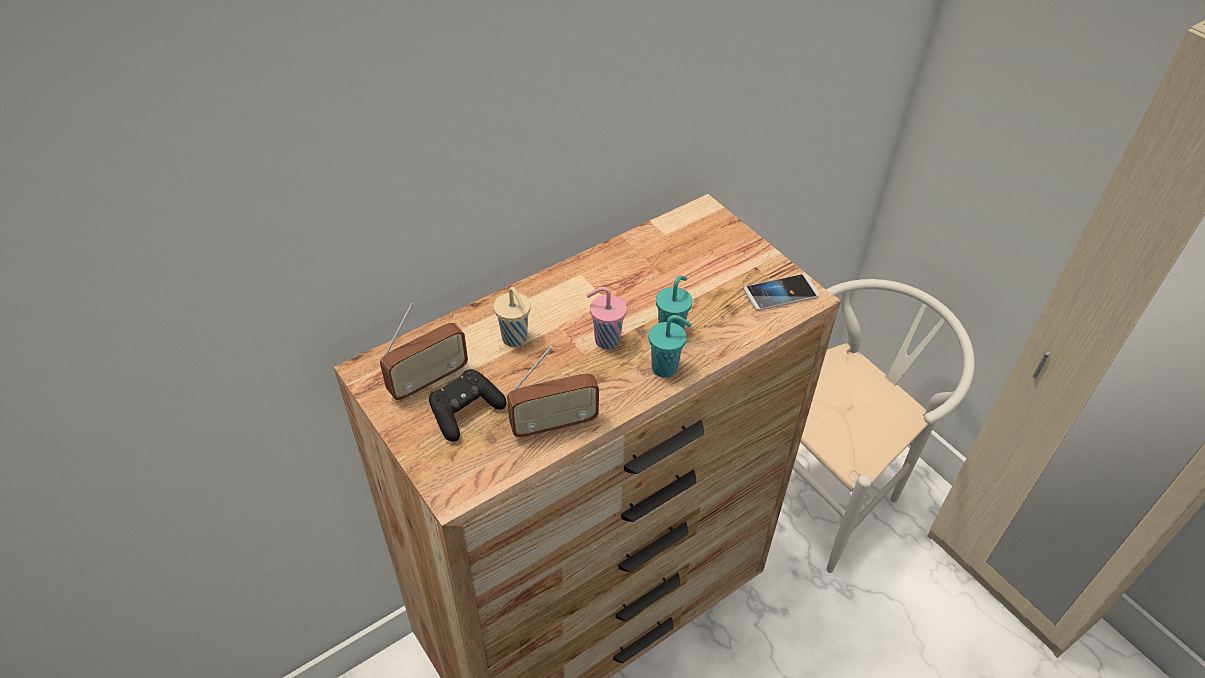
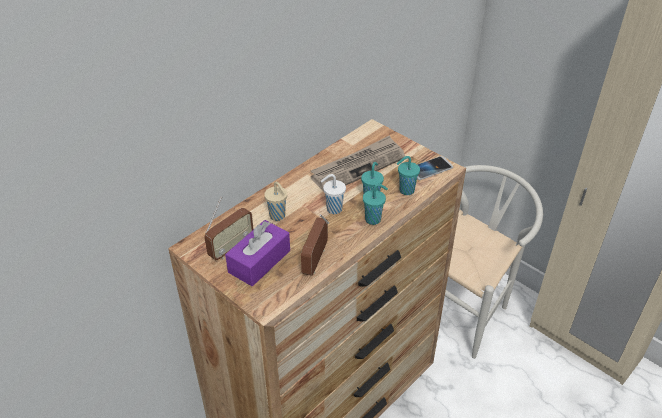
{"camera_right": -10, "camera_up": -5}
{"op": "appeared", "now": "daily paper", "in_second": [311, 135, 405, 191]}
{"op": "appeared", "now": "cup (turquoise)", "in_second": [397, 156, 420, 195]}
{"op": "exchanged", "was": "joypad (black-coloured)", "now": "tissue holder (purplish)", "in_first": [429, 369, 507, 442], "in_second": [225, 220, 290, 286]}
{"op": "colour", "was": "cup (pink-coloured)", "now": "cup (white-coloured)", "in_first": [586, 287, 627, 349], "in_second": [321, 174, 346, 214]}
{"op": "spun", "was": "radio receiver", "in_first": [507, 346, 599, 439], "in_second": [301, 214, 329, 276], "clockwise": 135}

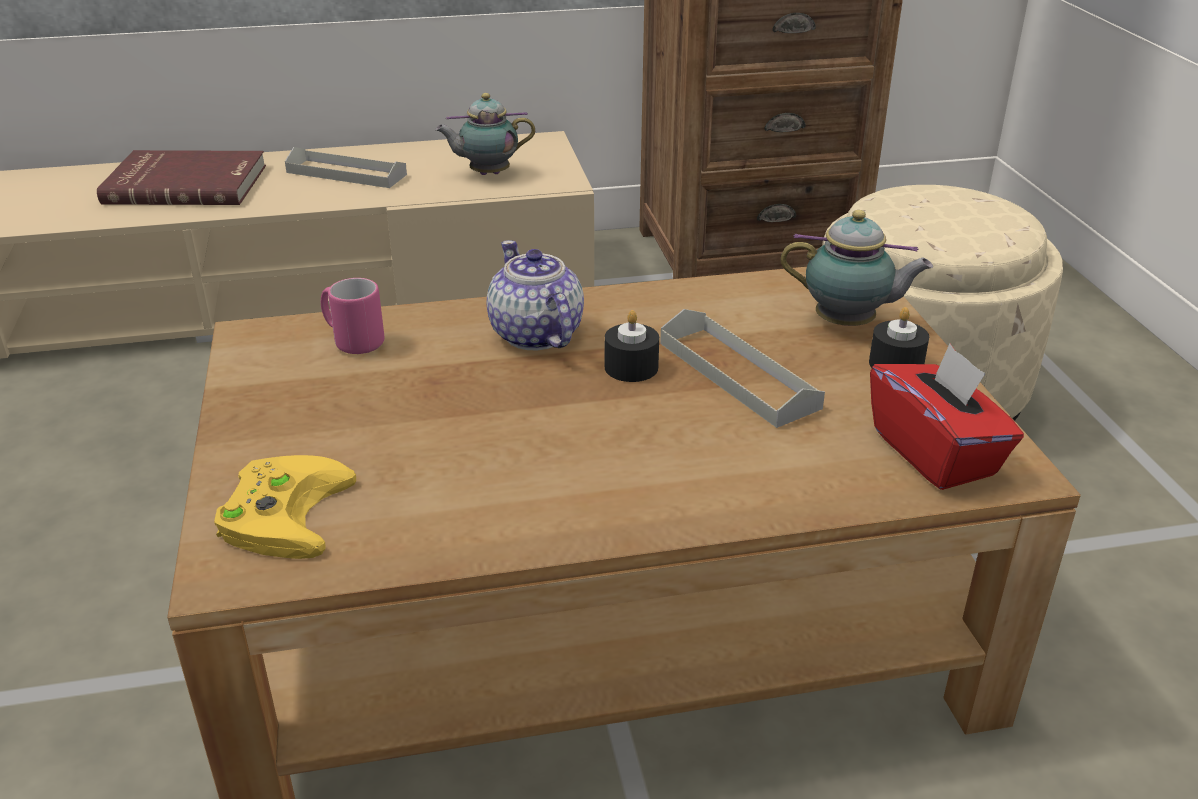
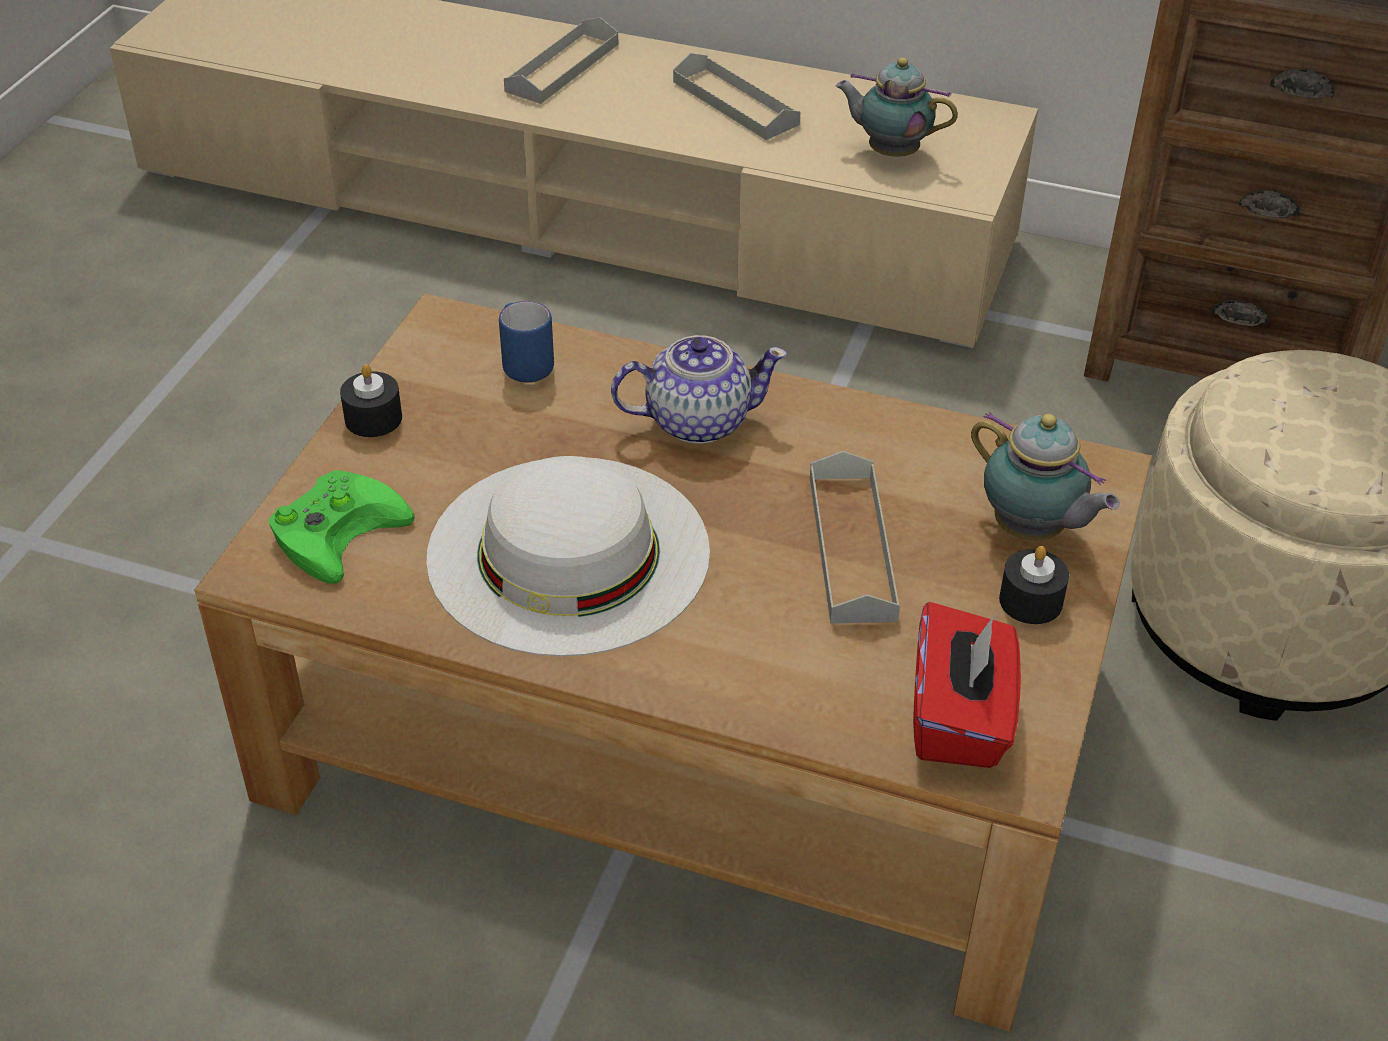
{"camera_right": 30, "camera_up": 10}
{"op": "appeared", "now": "hat (white-coloured)", "in_second": [426, 456, 710, 657]}
{"op": "relocated", "was": "candle (black-coloured)", "in_first": [605, 310, 659, 382], "in_second": [340, 364, 402, 437]}
{"op": "exchanged", "was": "volume (red-coloured)", "now": "serving tray (greyish)", "in_first": [97, 150, 266, 205], "in_second": [504, 17, 618, 104]}
{"op": "colour", "was": "joypad (yellowish)", "now": "joypad (greenish)", "in_first": [214, 455, 356, 559], "in_second": [268, 470, 415, 584]}
{"op": "colour", "was": "coffee mug (pink-coloured)", "now": "coffee mug (bluish)", "in_first": [321, 278, 384, 354], "in_second": [499, 301, 554, 382]}
{"op": "spun", "was": "tea pot", "in_first": [487, 240, 584, 350], "in_second": [611, 335, 787, 444], "clockwise": 75}

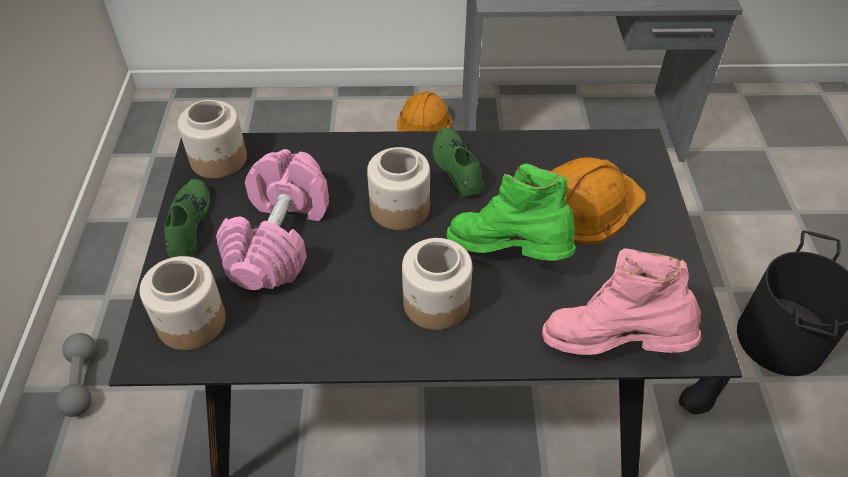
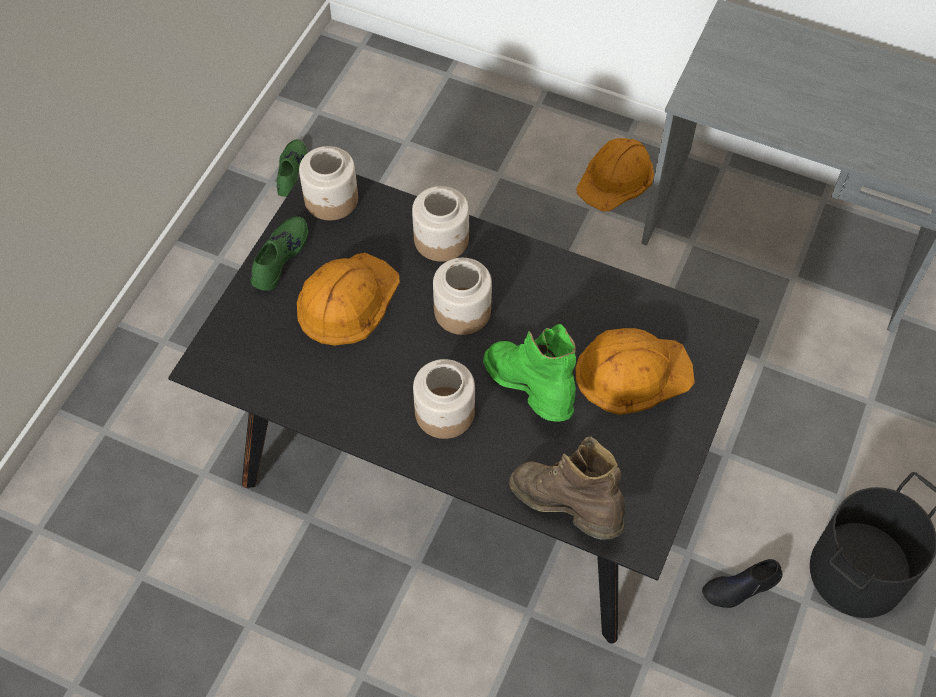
{"camera_right": 25, "camera_up": 10}
{"op": "missing", "was": "free weight (greyish)", "in_first": [56, 333, 96, 417]}
{"op": "relocated", "was": "storage jar", "in_first": [140, 256, 226, 350], "in_second": [412, 186, 469, 262]}
{"op": "relocated", "was": "item of footwear (greenish)", "in_first": [433, 128, 483, 196], "in_second": [277, 139, 307, 197]}
{"op": "exchanged", "was": "free weight (pink-coloured)", "now": "work helmet (orangey)", "in_first": [216, 149, 329, 290], "in_second": [297, 253, 400, 346]}
{"op": "colour", "was": "boot (pink-coloured)", "now": "boot (brown)", "in_first": [542, 248, 701, 355], "in_second": [509, 437, 625, 540]}

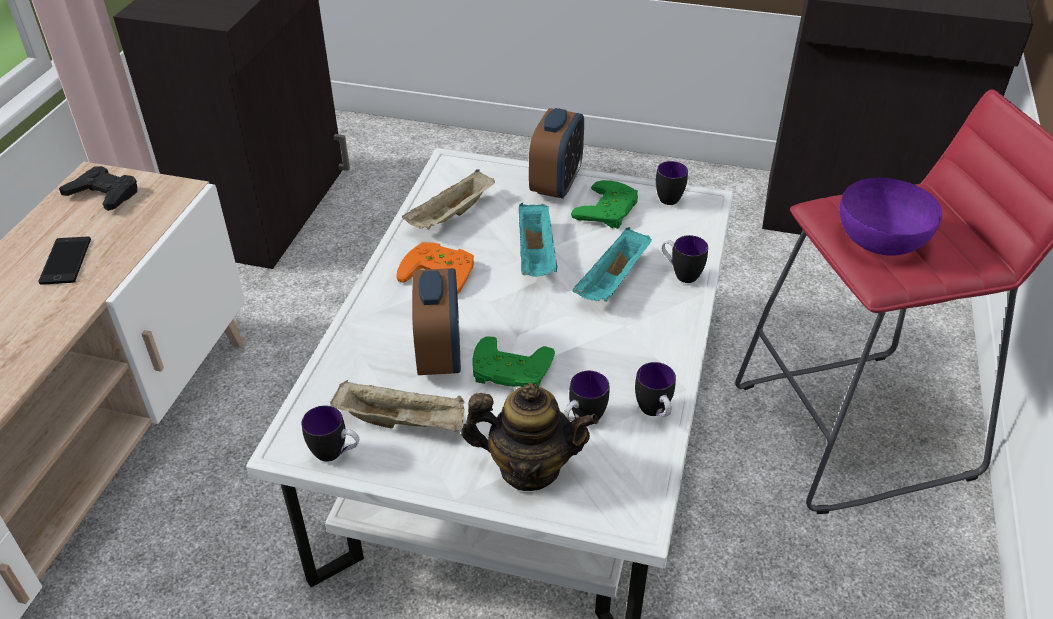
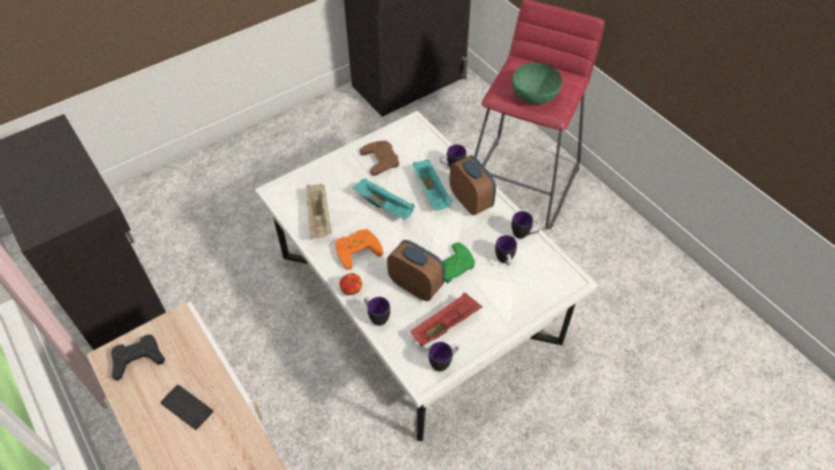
{"camera_right": -50, "camera_up": 10}
{"op": "missing", "was": "tea pot", "in_first": [461, 383, 599, 491]}
{"op": "appeared", "now": "whole apple", "in_second": [339, 273, 362, 295]}
{"op": "relocated", "was": "alarm clock", "in_first": [529, 108, 584, 199], "in_second": [449, 155, 496, 215]}
{"op": "relocated", "was": "coffee mug", "in_first": [656, 161, 688, 205], "in_second": [364, 297, 390, 326]}
{"op": "colour", "was": "serving tray (sand-coloured)", "now": "serving tray (red-coloured)", "in_first": [330, 380, 465, 432], "in_second": [411, 293, 482, 346]}
{"op": "colour", "was": "joypad (greenish)", "now": "joypad (brown)", "in_first": [571, 180, 638, 229], "in_second": [360, 141, 399, 176]}
{"op": "colour", "was": "deep dish (purplish)", "now": "deep dish (greenish)", "in_first": [840, 178, 942, 256], "in_second": [512, 63, 562, 105]}

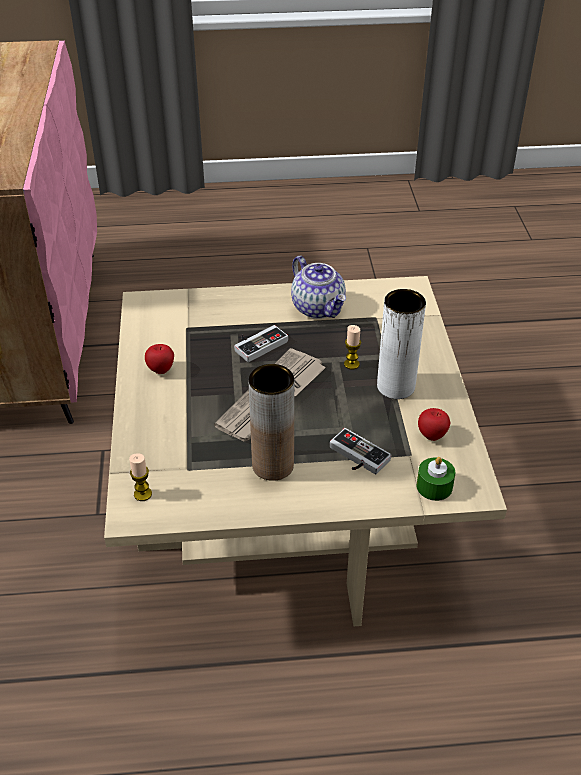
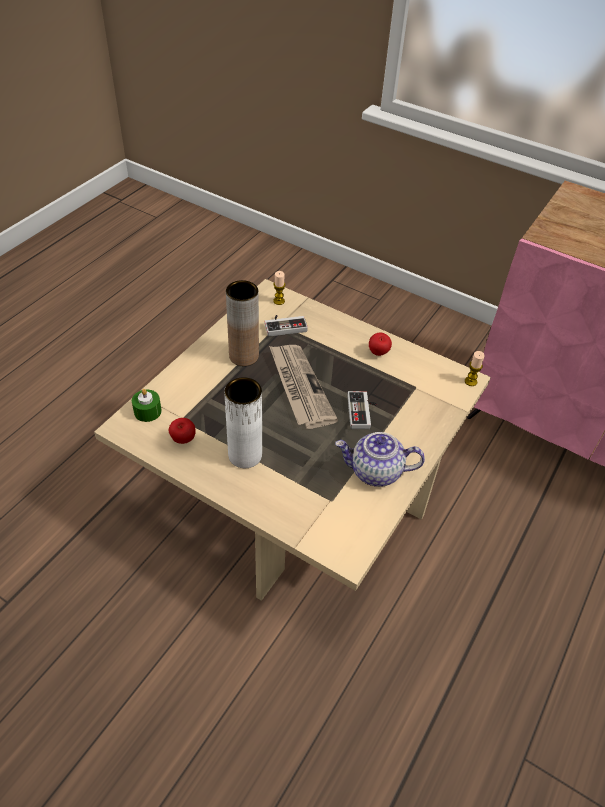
{"camera_right": 125, "camera_up": 5}
{"op": "relocated", "was": "joypad", "in_first": [330, 428, 391, 474], "in_second": [265, 315, 308, 336]}
{"op": "relocated", "was": "candle", "in_first": [344, 325, 361, 370], "in_second": [465, 351, 485, 386]}

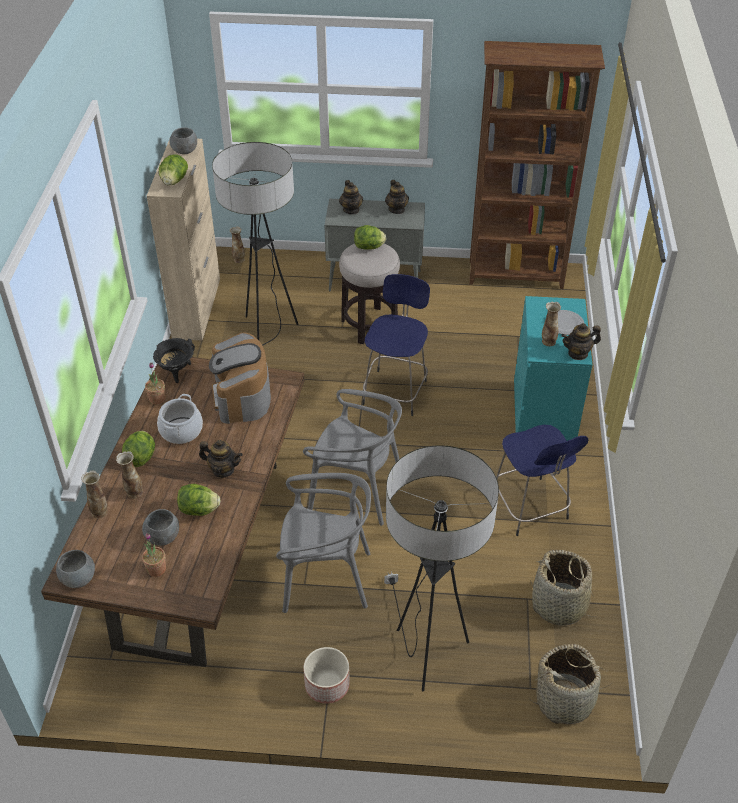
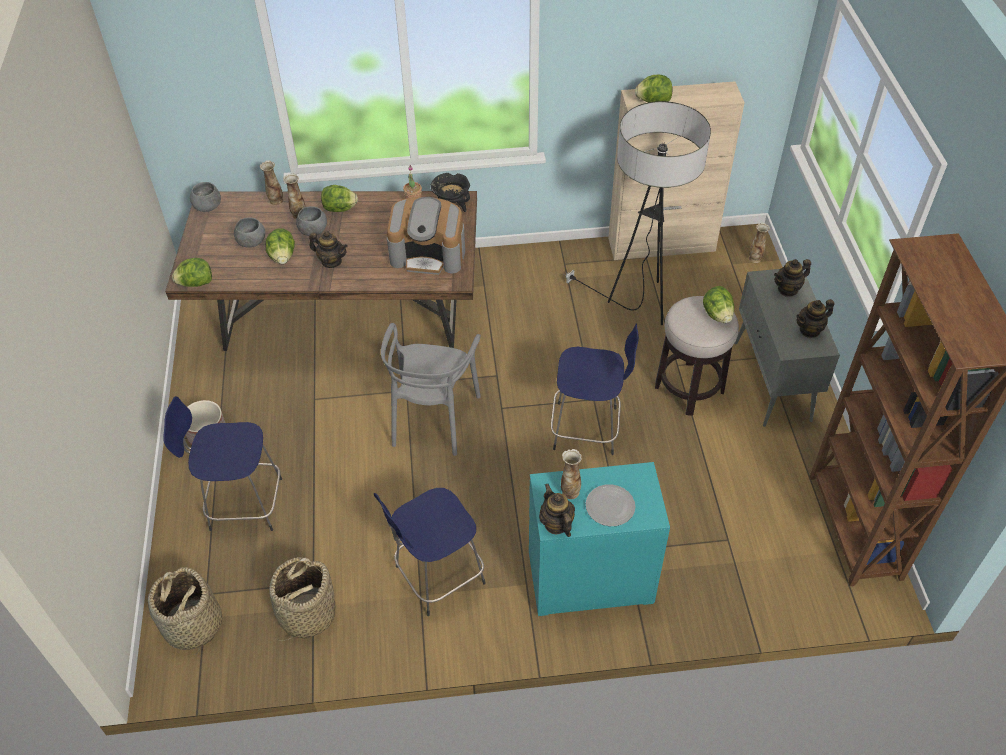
{"camera_right": 80, "camera_up": 5}
{"op": "missing", "was": "plant in a pot", "in_first": [142, 533, 166, 577]}
{"op": "missing", "was": "cooking pot", "in_first": [157, 394, 203, 444]}
{"op": "missing", "was": "plain chair (greyish)", "in_first": [276, 473, 371, 613]}
{"op": "appeared", "now": "head of lettuce", "in_second": [172, 258, 212, 287]}
{"op": "relocated", "was": "deep dish (greyish)", "in_first": [169, 128, 197, 154], "in_second": [296, 206, 327, 236]}
{"op": "exchanged", "was": "floor lamp", "now": "stool seat (bluish)", "in_first": [384, 445, 499, 691], "in_second": [163, 396, 282, 531]}
{"op": "spun", "was": "tea pot", "in_first": [199, 440, 243, 478], "in_second": [309, 231, 348, 268], "clockwise": -75}
{"op": "spun", "was": "coffee machine", "in_first": [209, 333, 271, 424], "in_second": [387, 197, 465, 275], "clockwise": -150}

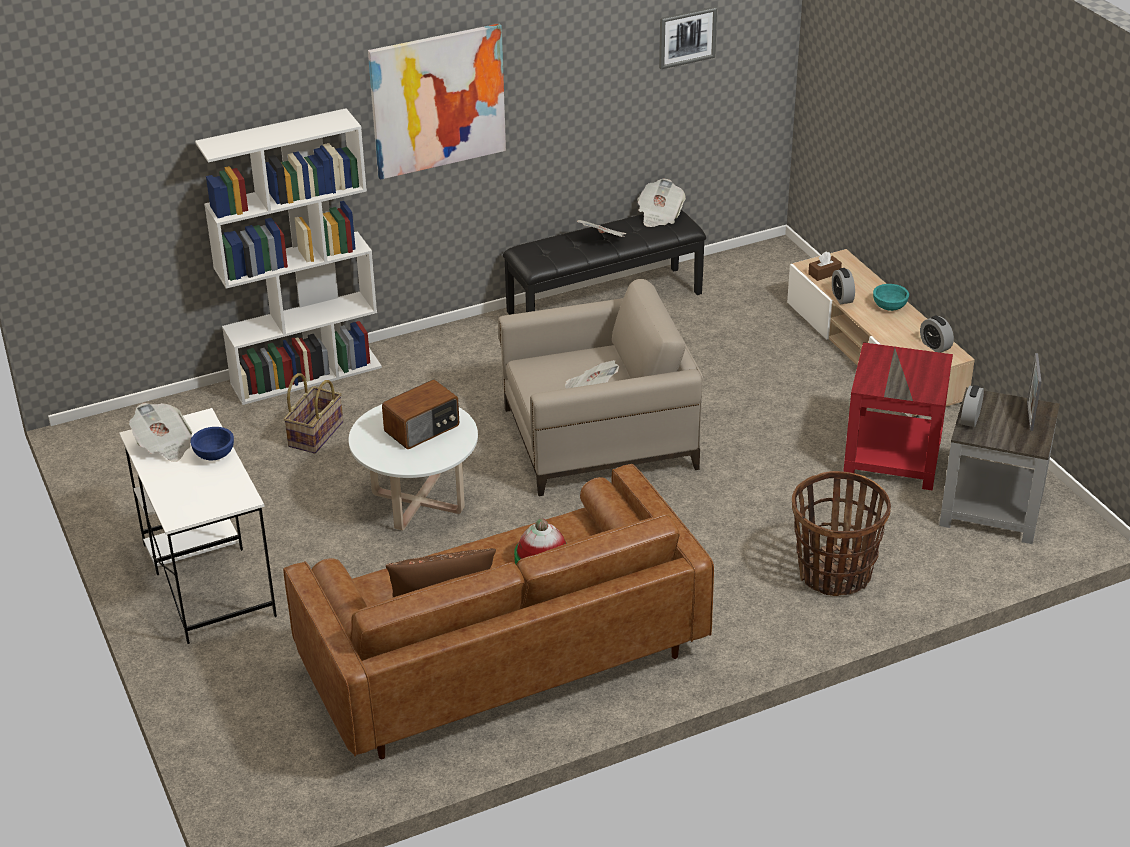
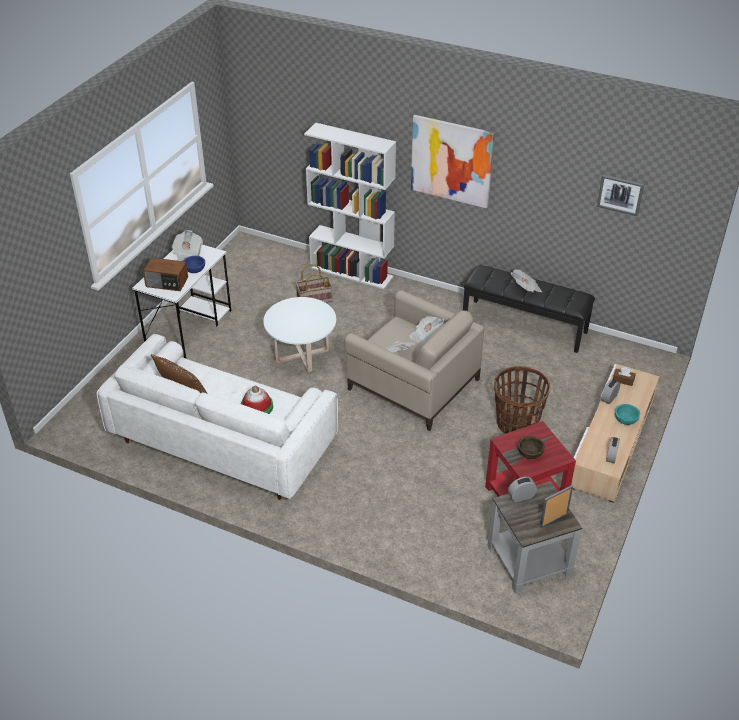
{"camera_right": 50, "camera_up": 5}
{"op": "appeared", "now": "deep dish (brown)", "in_second": [518, 436, 545, 459]}
{"op": "relocated", "was": "radio receiver", "in_first": [382, 380, 460, 449], "in_second": [143, 258, 188, 291]}
{"op": "relocated", "was": "daily paper", "in_first": [637, 179, 686, 227], "in_second": [409, 316, 445, 345]}
{"op": "relocated", "was": "household basket", "in_first": [792, 471, 891, 596], "in_second": [494, 366, 550, 434]}
{"op": "colour", "was": "settee (brown)", "now": "settee (white-coloured)", "in_first": [283, 464, 714, 759], "in_second": [97, 334, 338, 500]}

